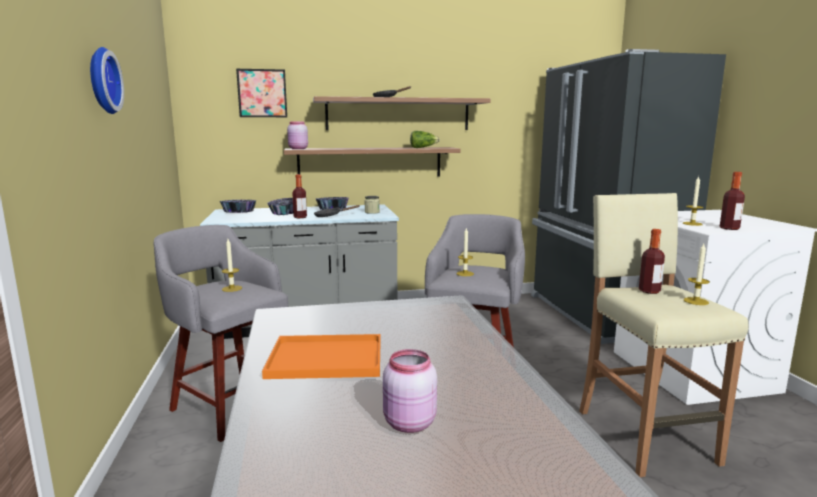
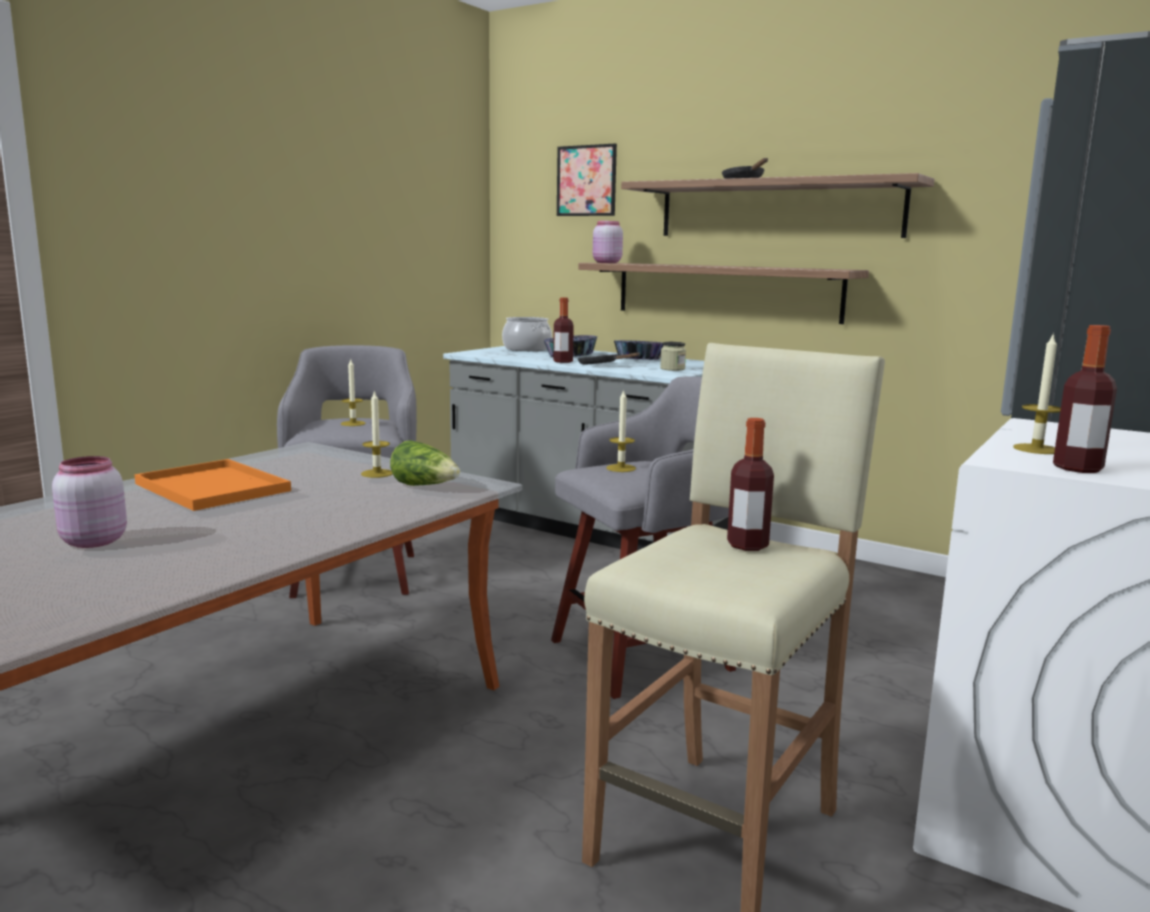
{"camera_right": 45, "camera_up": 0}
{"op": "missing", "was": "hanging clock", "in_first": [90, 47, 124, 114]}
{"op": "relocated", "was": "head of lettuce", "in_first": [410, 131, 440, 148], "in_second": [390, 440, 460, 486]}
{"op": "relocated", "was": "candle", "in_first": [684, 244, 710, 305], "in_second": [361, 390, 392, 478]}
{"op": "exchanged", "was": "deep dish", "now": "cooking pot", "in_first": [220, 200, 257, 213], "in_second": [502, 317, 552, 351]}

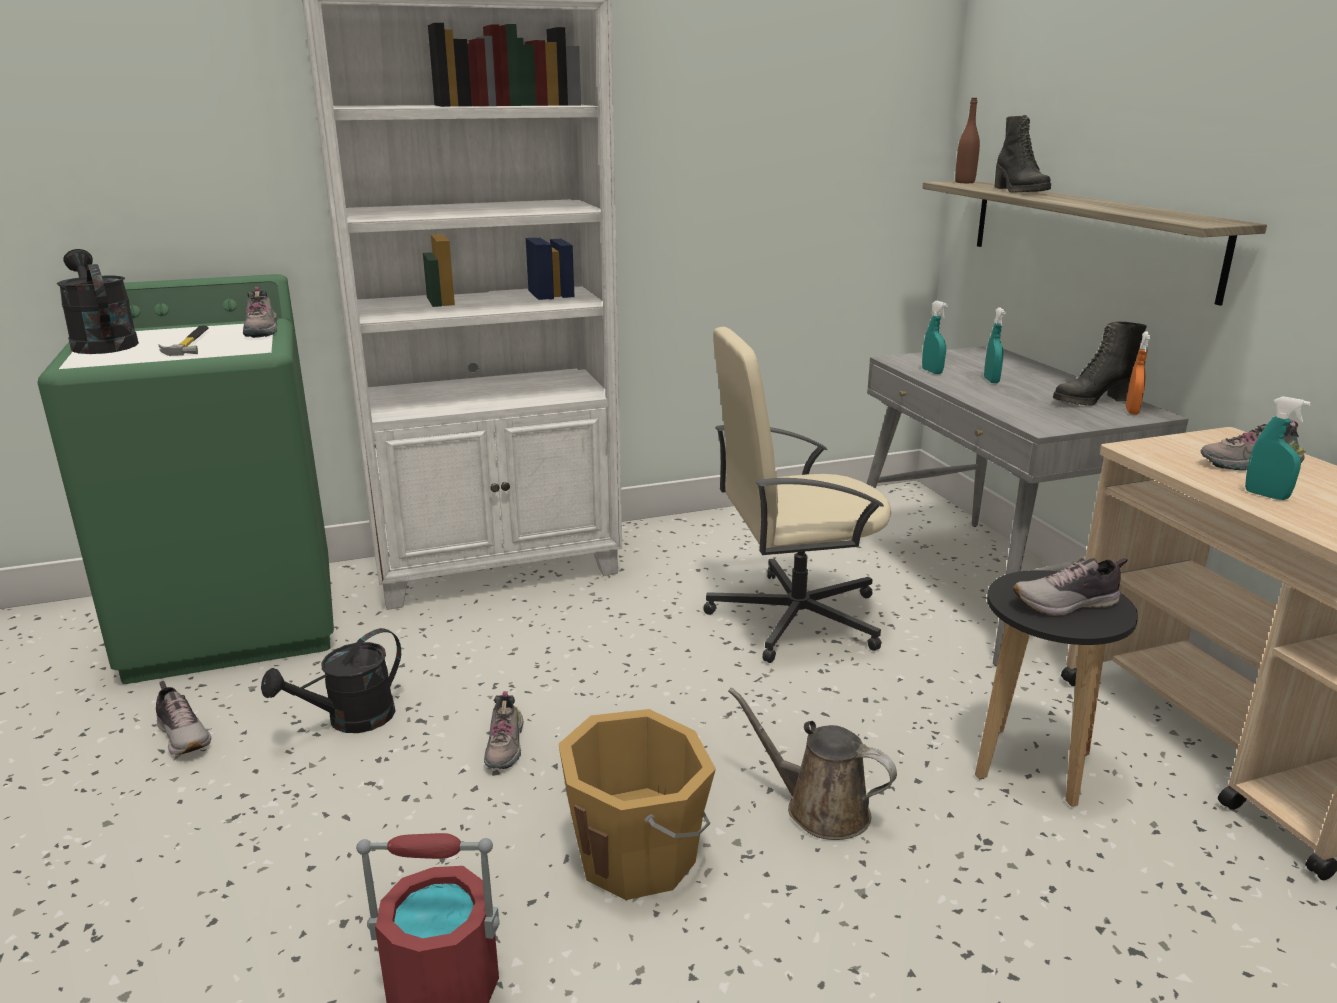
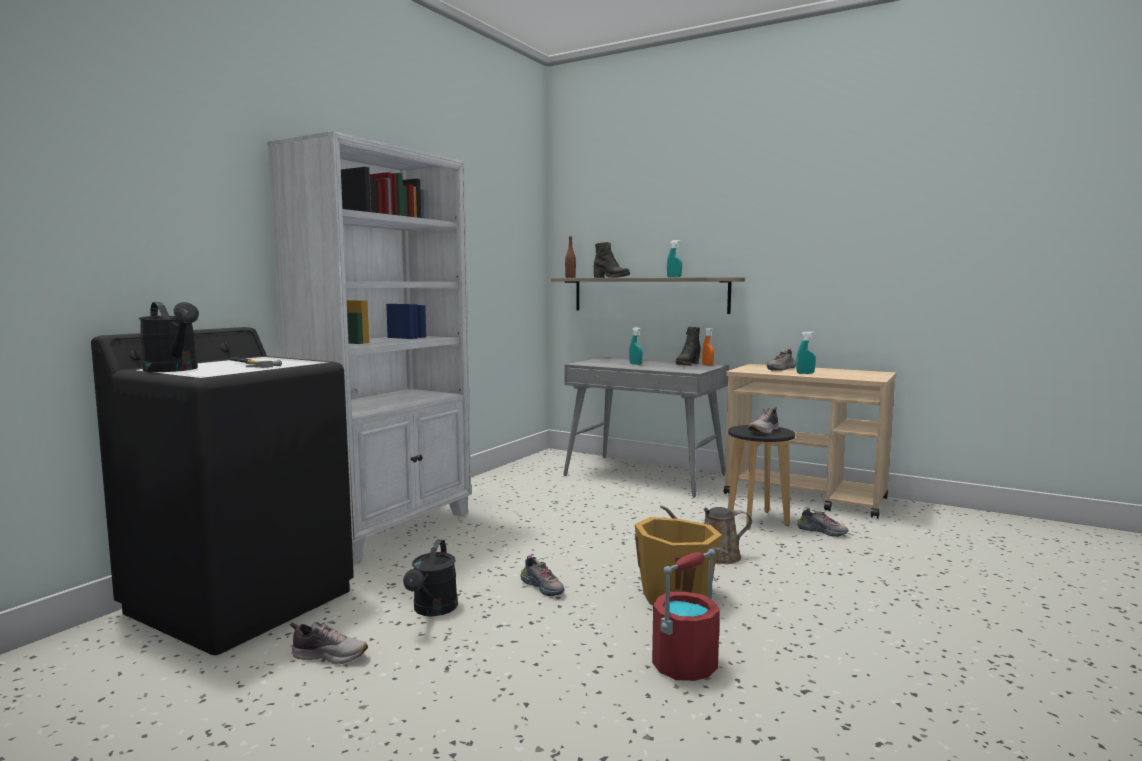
{"camera_right": -40, "camera_up": -15}
{"op": "missing", "was": "computer chair (sand-coloured)", "in_first": [703, 327, 891, 663]}
{"op": "relocated", "was": "item of footwear", "in_first": [243, 287, 278, 338], "in_second": [797, 507, 849, 537]}
{"op": "relocated", "was": "spray bottle (turquoise)", "in_first": [922, 301, 948, 374], "in_second": [667, 240, 682, 277]}
{"op": "colour", "was": "washing machine (greenish)", "now": "washing machine (black-coloured)", "in_first": [37, 274, 334, 684], "in_second": [91, 327, 354, 655]}
{"op": "spun", "was": "sprinkling can (black-coloured)", "in_first": [57, 249, 139, 354], "in_second": [138, 302, 199, 372], "clockwise": -150}

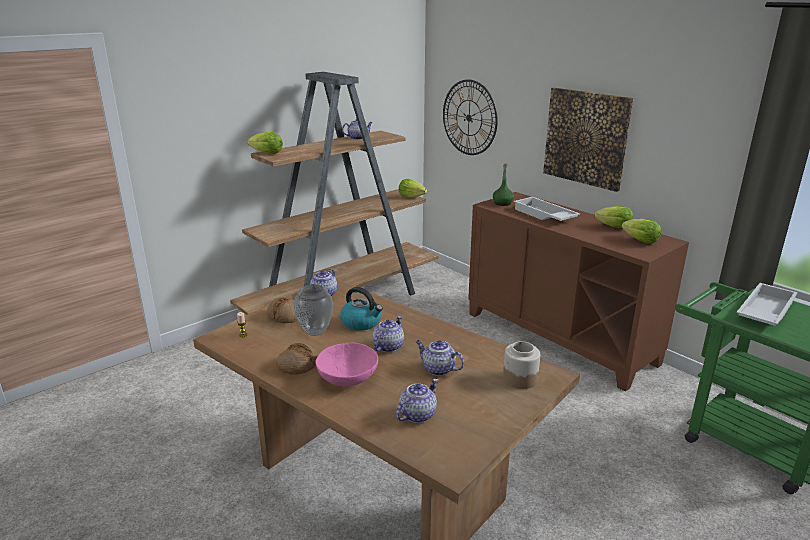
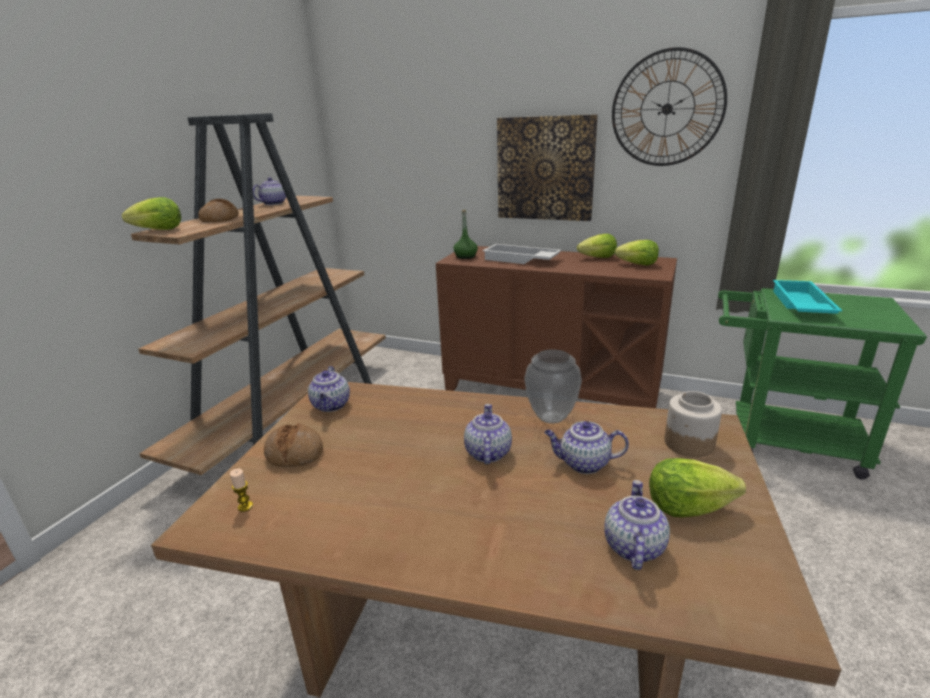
{"camera_right": -25, "camera_up": 0}
{"op": "missing", "was": "deep dish (pink-coloured)", "in_first": [316, 343, 378, 387]}
{"op": "missing", "was": "tea kettle", "in_first": [340, 287, 383, 330]}
{"op": "relocated", "was": "bread", "in_first": [276, 343, 319, 375], "in_second": [198, 199, 239, 222]}
{"op": "relocated", "was": "decorative vase", "in_first": [294, 284, 333, 336], "in_second": [524, 349, 582, 424]}
{"op": "relocated", "was": "head of lettuce", "in_first": [399, 179, 427, 198], "in_second": [649, 458, 746, 517]}
{"op": "relocated", "was": "hanging clock", "in_first": [443, 79, 498, 155], "in_second": [612, 47, 727, 166]}
{"op": "colour", "was": "serving tray (white-coloured)", "now": "serving tray (turquoise)", "in_first": [736, 283, 798, 326], "in_second": [773, 280, 842, 314]}

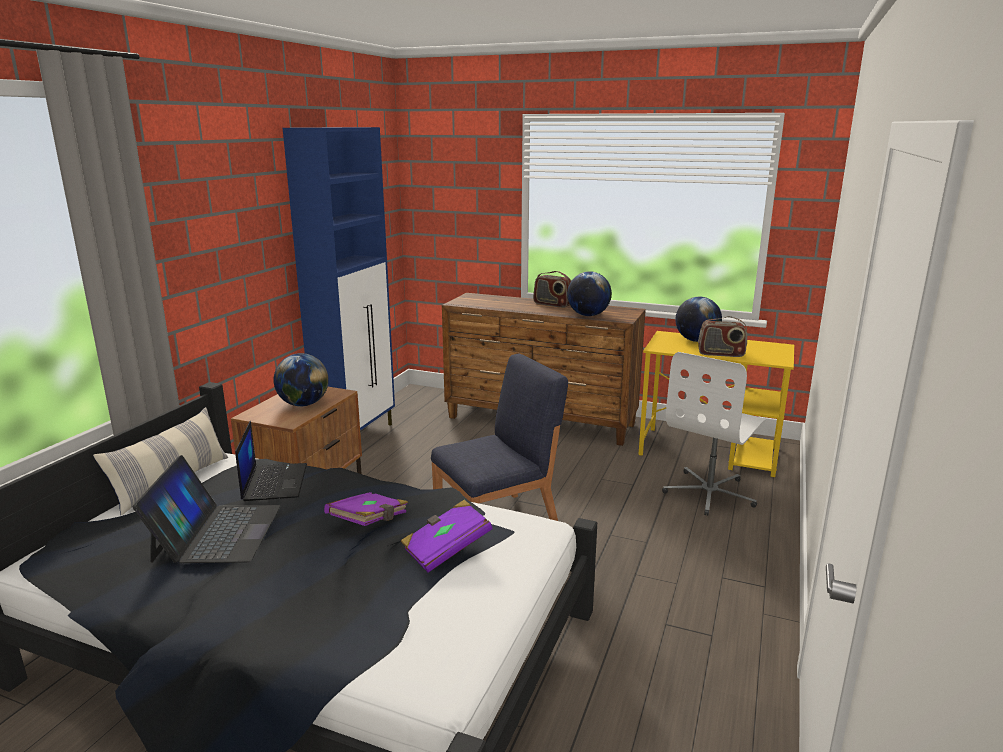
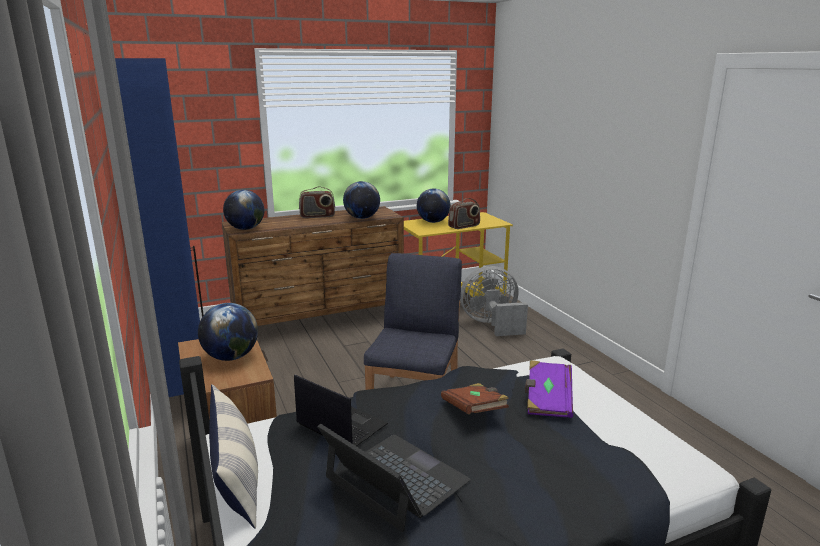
{"camera_right": -45, "camera_up": 0}
{"op": "appeared", "now": "desk globe", "in_second": [223, 190, 264, 230]}
{"op": "exchanged", "was": "computer chair (white-coloured)", "now": "electric fan (greyish)", "in_first": [662, 352, 766, 516], "in_second": [460, 266, 528, 336]}
{"op": "colour", "was": "volume (purplish)", "now": "volume (brown)", "in_first": [324, 492, 408, 526], "in_second": [441, 383, 509, 414]}

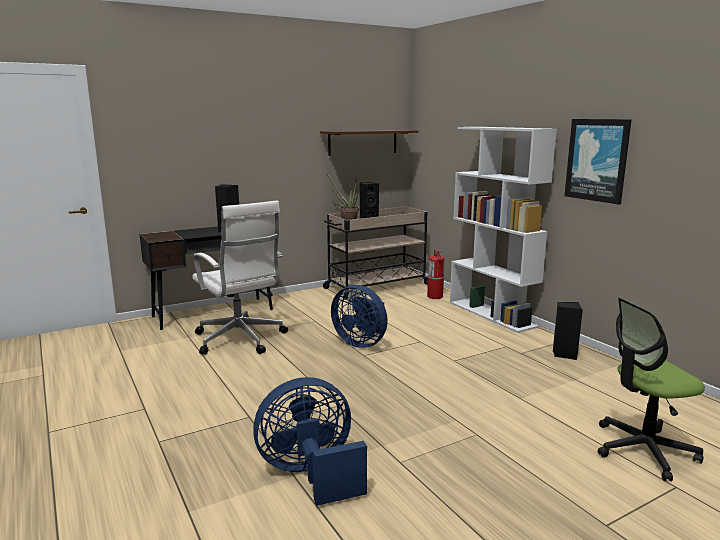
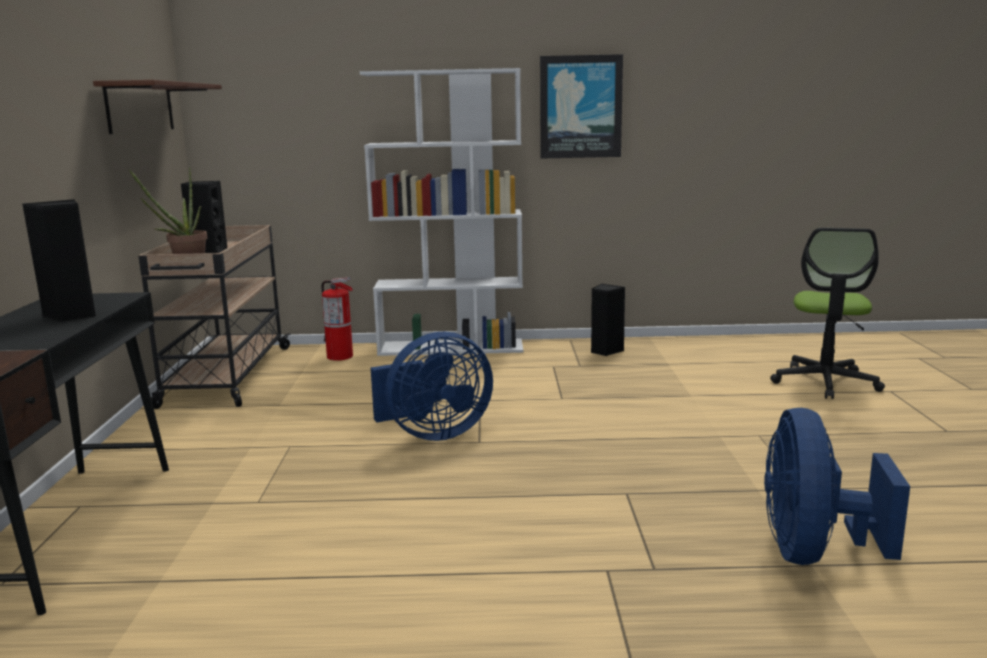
{"camera_right": -60, "camera_up": 0}
{"op": "missing", "was": "computer chair (white-coloured)", "in_first": [192, 200, 288, 355]}

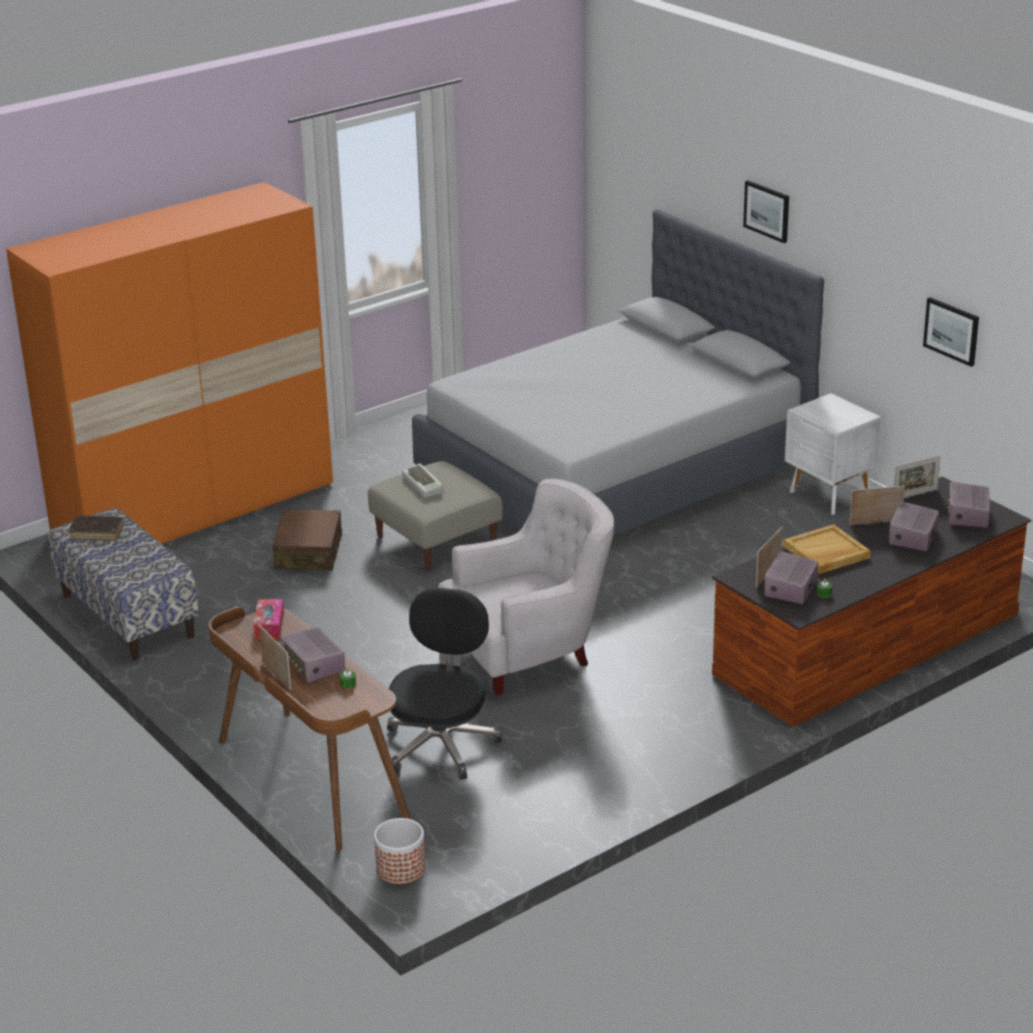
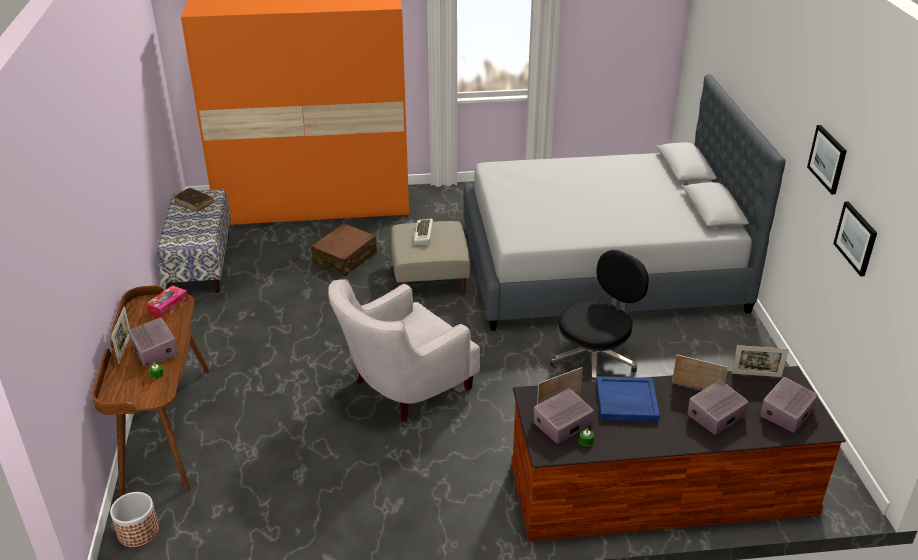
{"camera_right": 30, "camera_up": 5}
{"op": "missing", "was": "nightstand (white-coloured)", "in_first": [785, 393, 881, 515]}
{"op": "relocated", "was": "computer chair (black-coloured)", "in_first": [387, 588, 502, 780], "in_second": [550, 250, 649, 381]}
{"op": "relocated", "was": "wall art", "in_first": [743, 180, 789, 243], "in_second": [807, 125, 847, 194]}
{"op": "colour", "was": "serving tray (sand-coloured)", "now": "serving tray (bluish)", "in_first": [783, 524, 870, 574], "in_second": [596, 376, 660, 422]}
{"op": "spun", "was": "radio receiver", "in_first": [280, 627, 345, 683], "in_second": [128, 318, 178, 367], "clockwise": 150}
{"op": "spun", "was": "armchair (white-coloured)", "in_first": [438, 479, 614, 696], "in_second": [328, 279, 480, 422], "clockwise": 135}

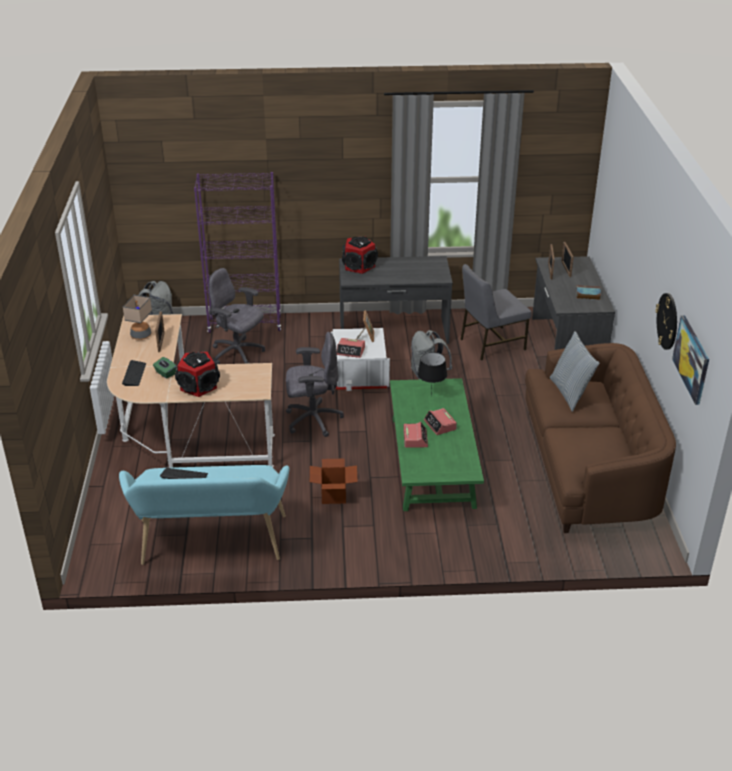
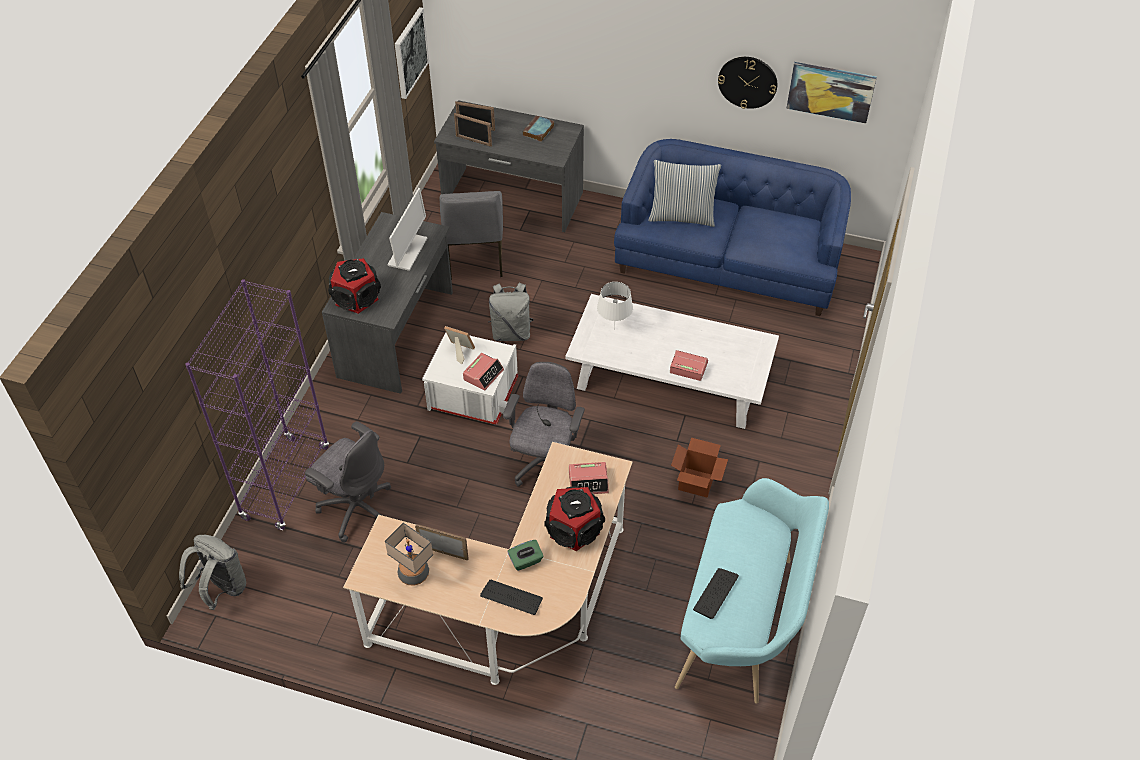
{"camera_right": -70, "camera_up": 15}
{"op": "appeared", "now": "monitor", "in_second": [387, 188, 427, 271]}
{"op": "appeared", "now": "wall art", "in_second": [395, 7, 429, 99]}
{"op": "relocated", "was": "alarm clock", "in_first": [424, 408, 457, 435], "in_second": [569, 462, 609, 494]}
{"op": "colour", "was": "lounge table (greenish)", "now": "lounge table (white-coloured)", "in_first": [390, 378, 484, 511], "in_second": [565, 294, 779, 429]}
{"op": "colour", "was": "lamp for a table (black-coloured)", "now": "lamp for a table (white-coloured)", "in_first": [417, 352, 447, 396], "in_second": [597, 282, 633, 329]}
{"op": "colour", "was": "settee (brown)", "now": "settee (bluish)", "in_first": [525, 343, 676, 533], "in_second": [614, 139, 851, 316]}
{"op": "spun", "was": "computer chair (greyish)", "in_first": [209, 268, 265, 364], "in_second": [305, 421, 391, 542], "clockwise": -105}

